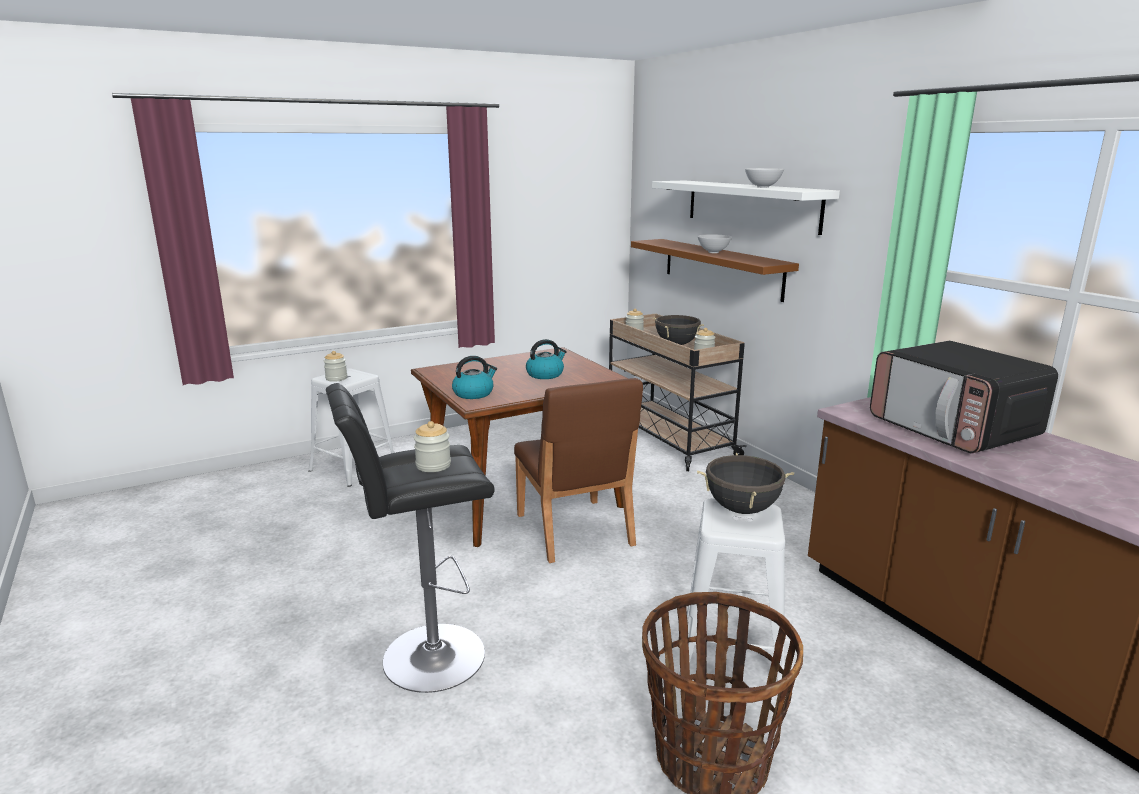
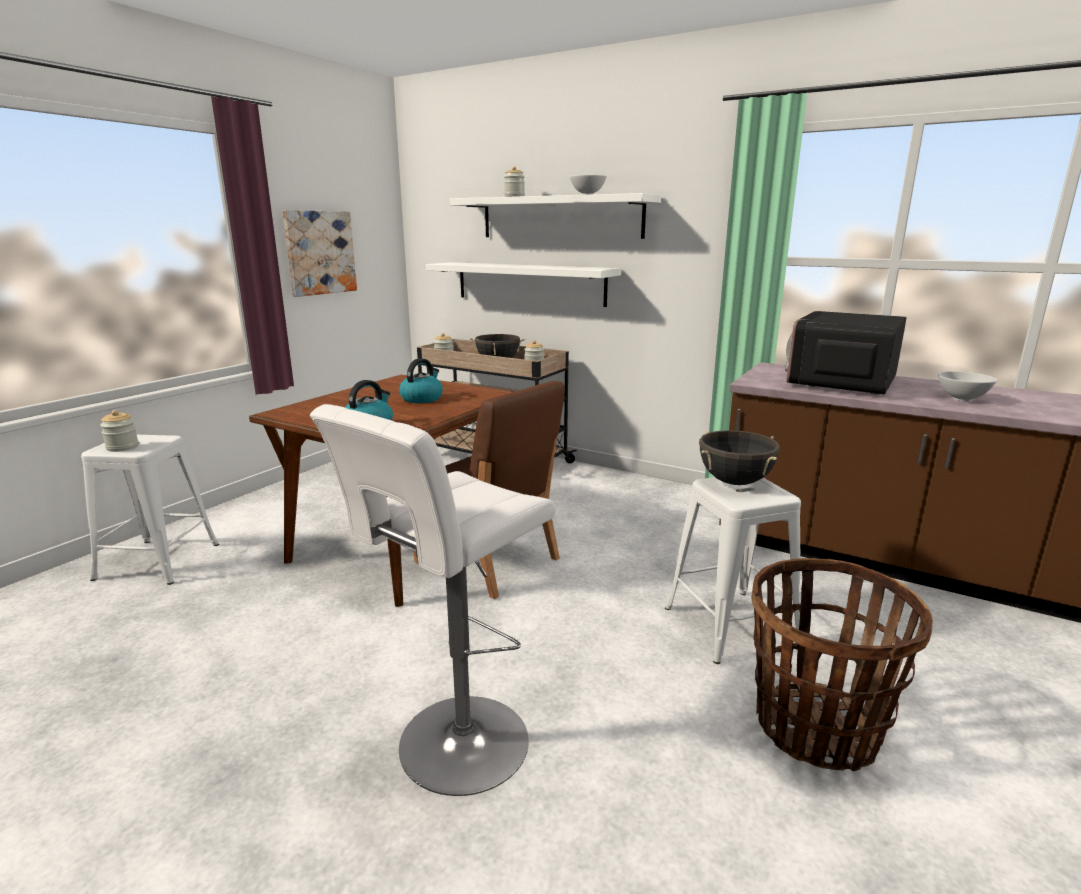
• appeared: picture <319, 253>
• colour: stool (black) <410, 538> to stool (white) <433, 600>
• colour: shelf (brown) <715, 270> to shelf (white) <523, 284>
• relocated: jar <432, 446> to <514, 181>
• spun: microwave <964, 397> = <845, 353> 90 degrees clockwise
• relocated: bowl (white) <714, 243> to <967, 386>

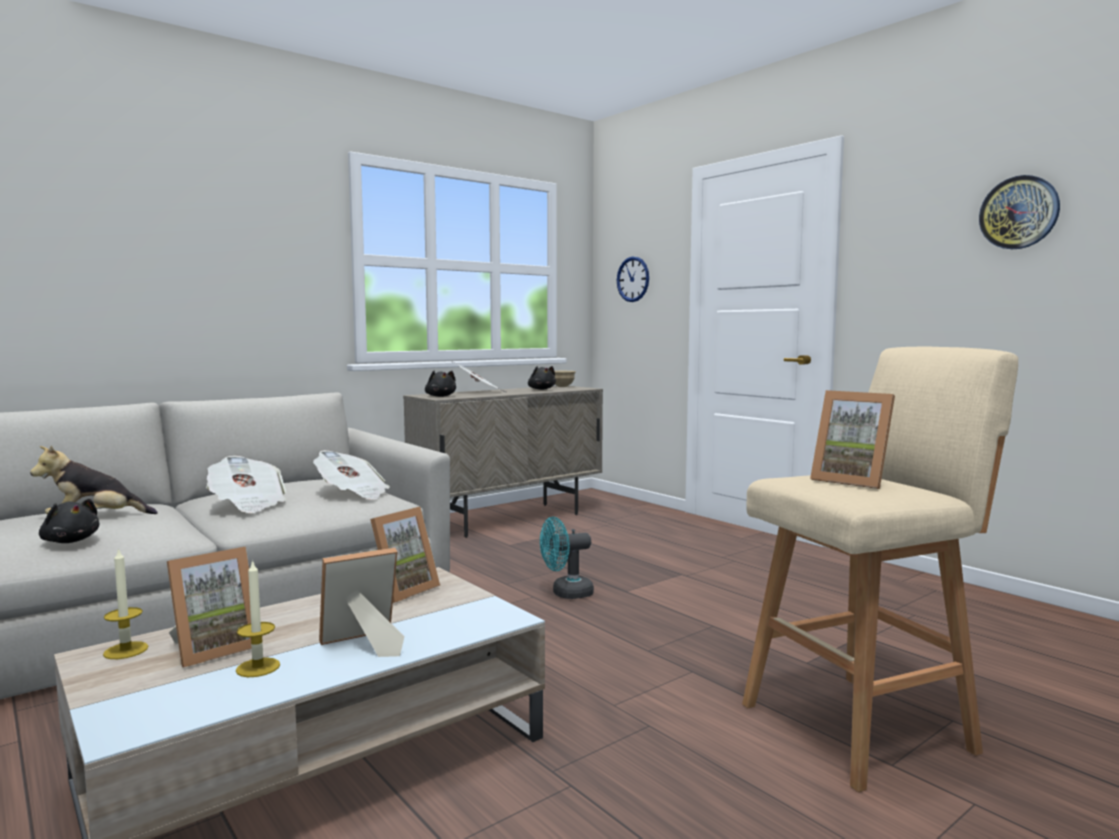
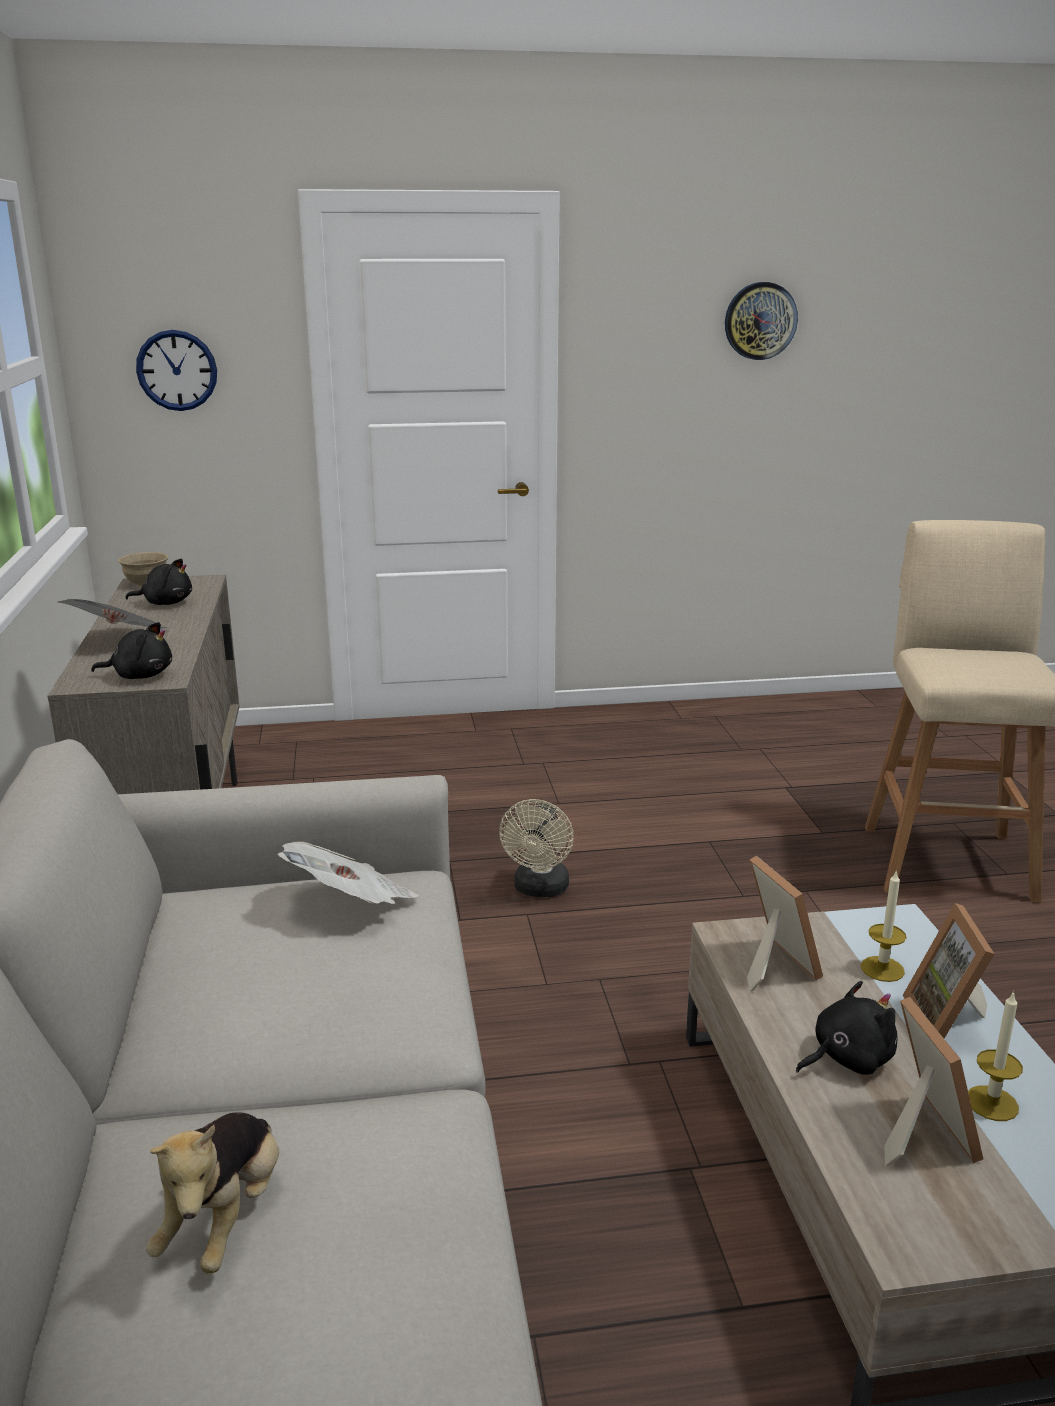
• colour: fan (turquoise) <567, 558> to fan (beige) <536, 848>
• relocated: plush toy (black) <69, 521> to <846, 1028>
• relocated: candle <126, 603> to <884, 926>
• missing: newspaper <246, 484>
• missing: picture frame <852, 439>

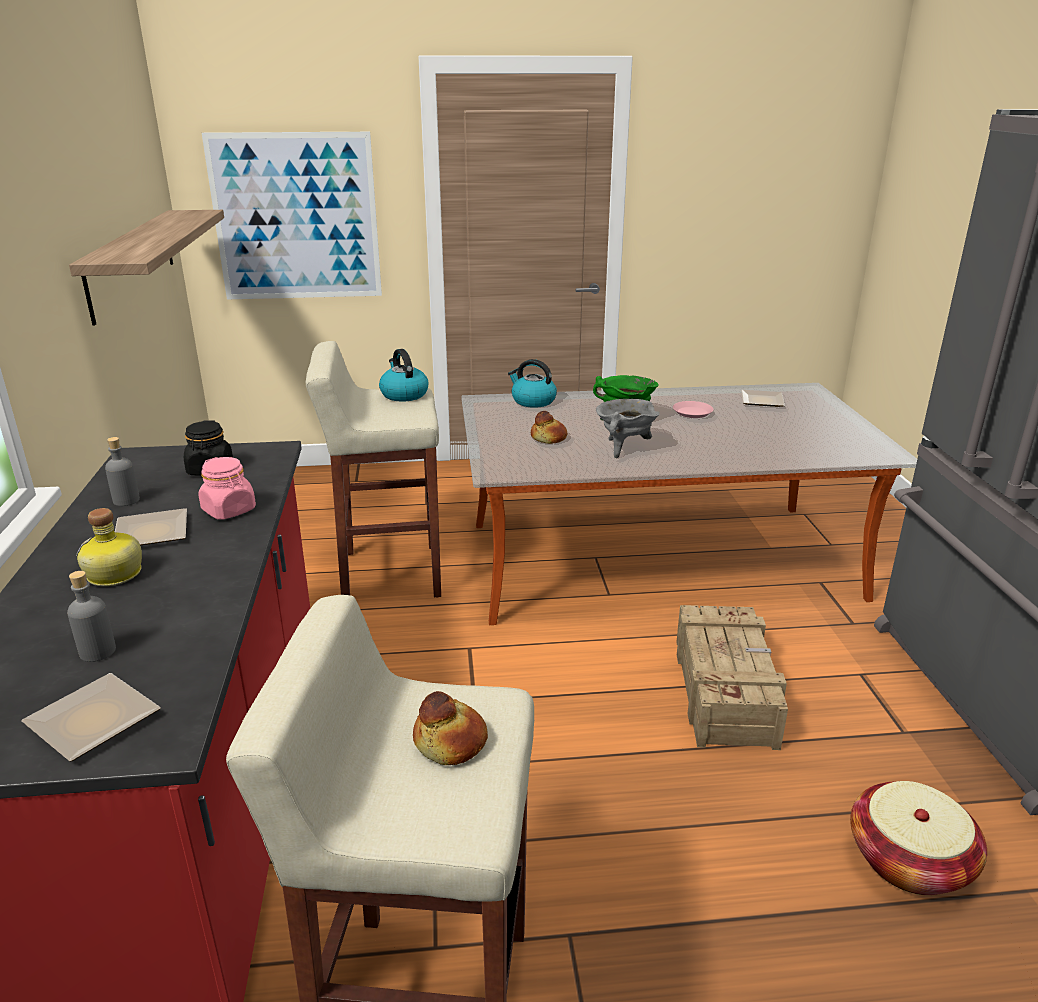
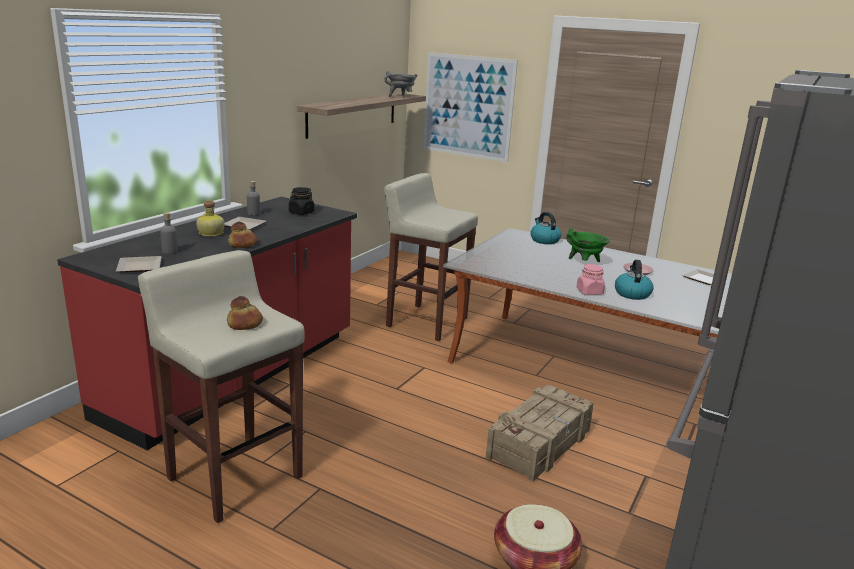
• relocated: bread <549, 427> to <242, 235>
• relocated: cooking pot (grey) <628, 428> to <401, 84>
• relocated: jar (pink) <227, 488> to <591, 279>
• relocated: kettle <403, 375> to <634, 280>

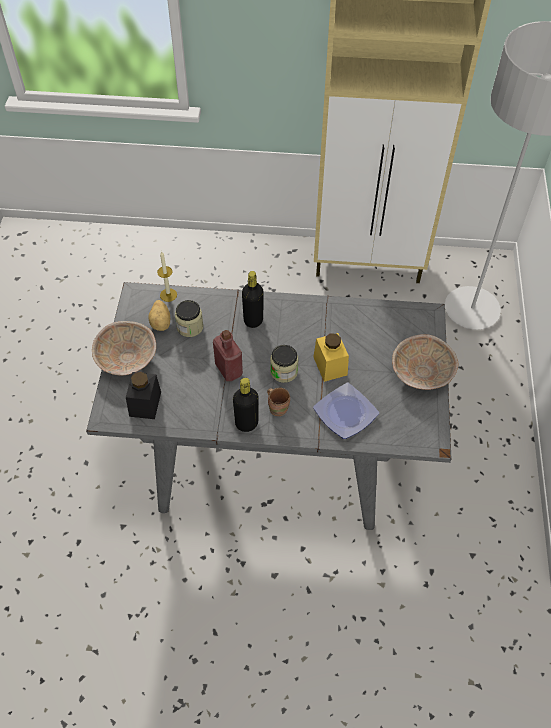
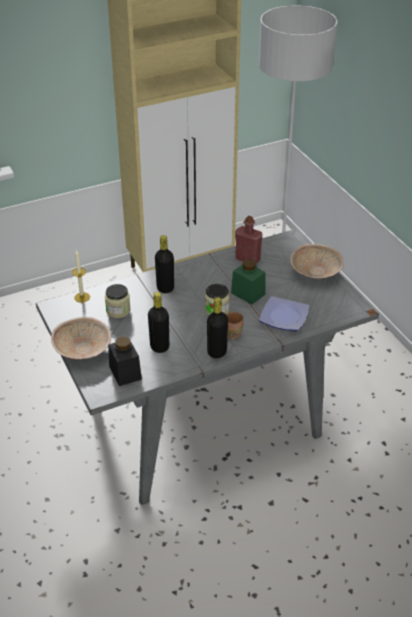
• appeared: bottle (black) <158, 322>
• colour: jar (yellow) <331, 357> to jar (green) <248, 282>
• relocated: bottle (red) <228, 355> to <249, 239>
• missing: potato <159, 315>

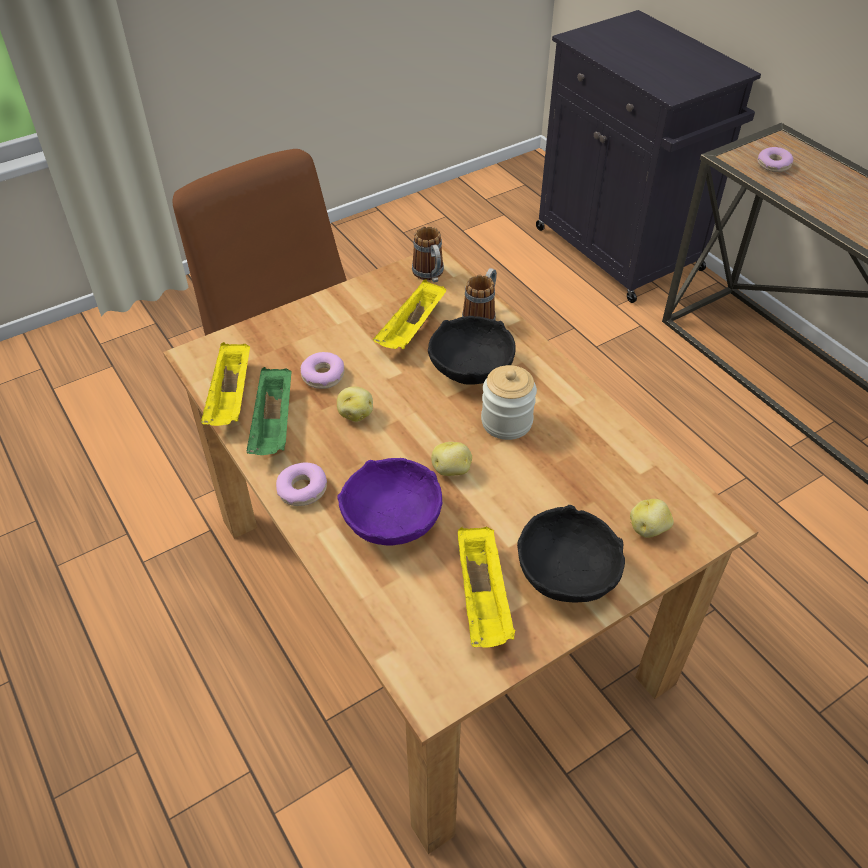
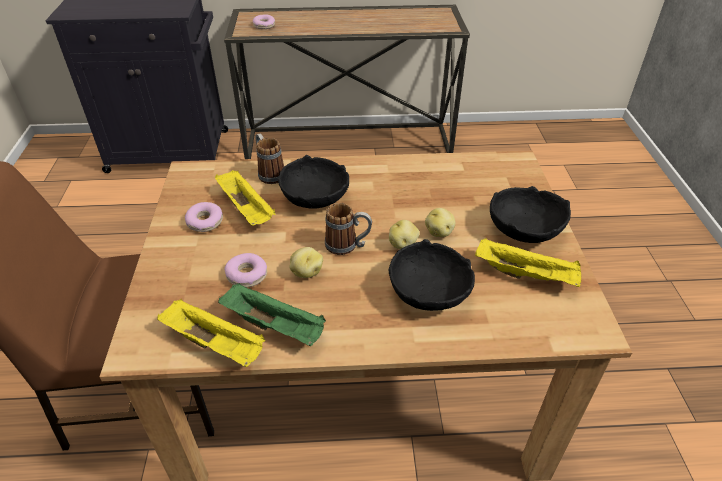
• relocated: donut <301, 484> to <204, 217>
• relocated: mug <428, 254> to <348, 229>
• colour: bowl (purple) <390, 501> to bowl (black) <432, 275>
• relocated: potato <652, 518> to <440, 222>
• missing: jar <509, 402>

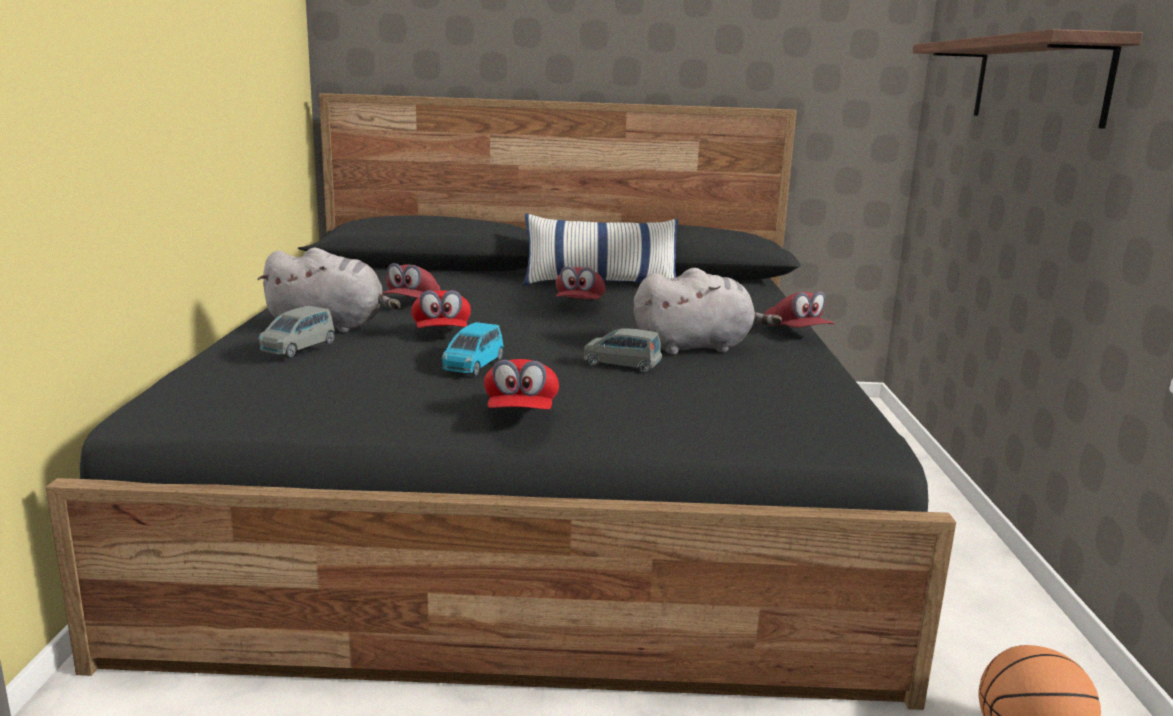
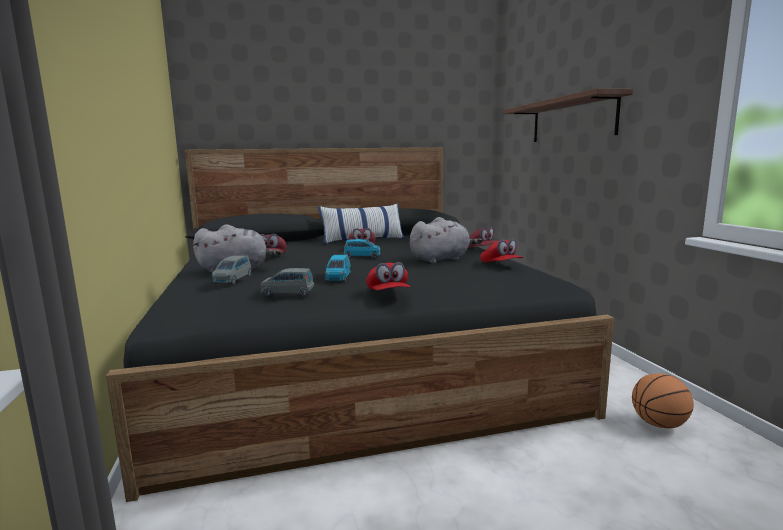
• relocated: toy car (grey) <623, 350> to <287, 282>
• appeared: toy car (blue) <362, 248>
• relocated: cap (red) <441, 309> to <501, 250>

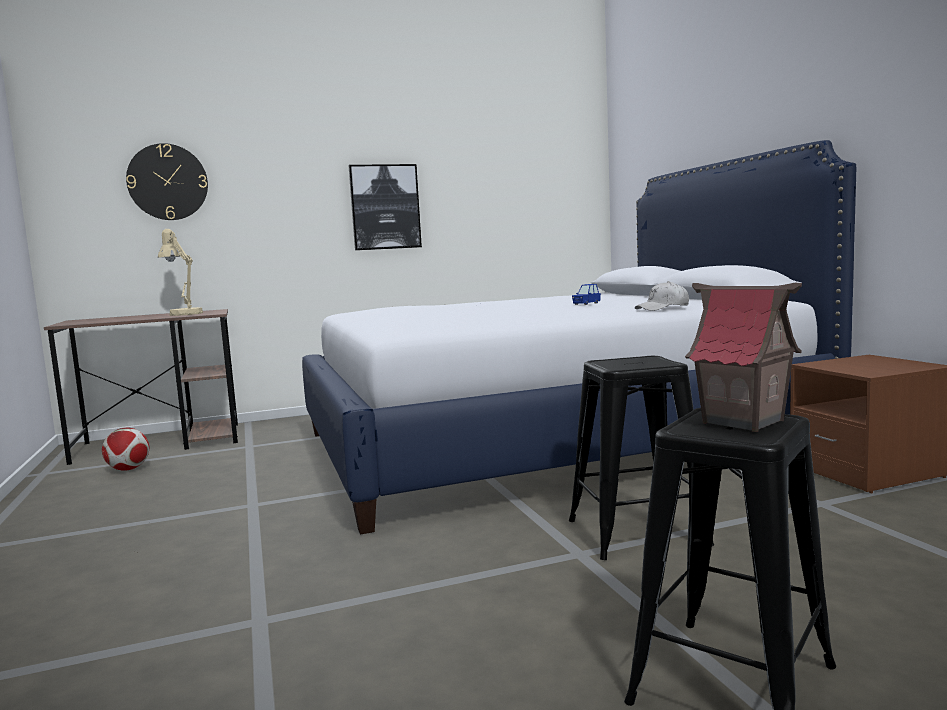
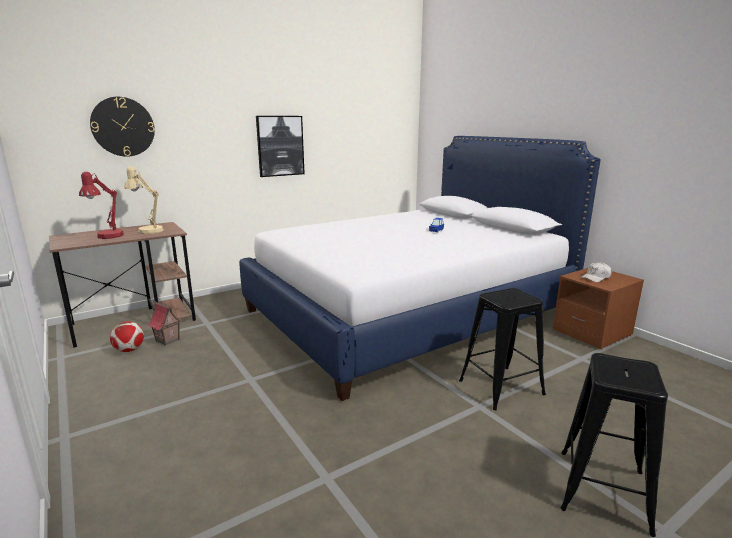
• appeared: table lamp (red) <101, 205>
• relocated: toy house <743, 357> to <165, 323>
• relocated: cap (white) <662, 296> to <596, 272>

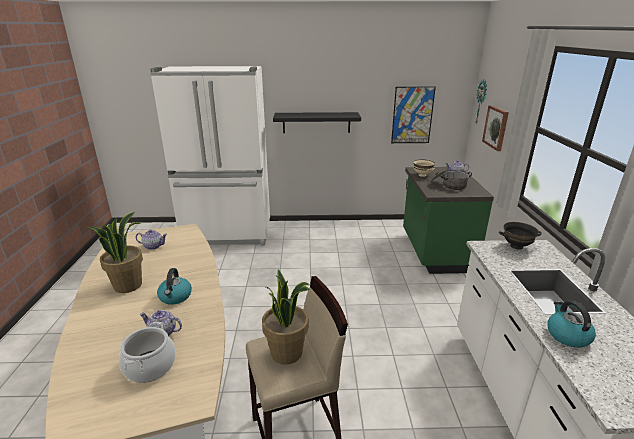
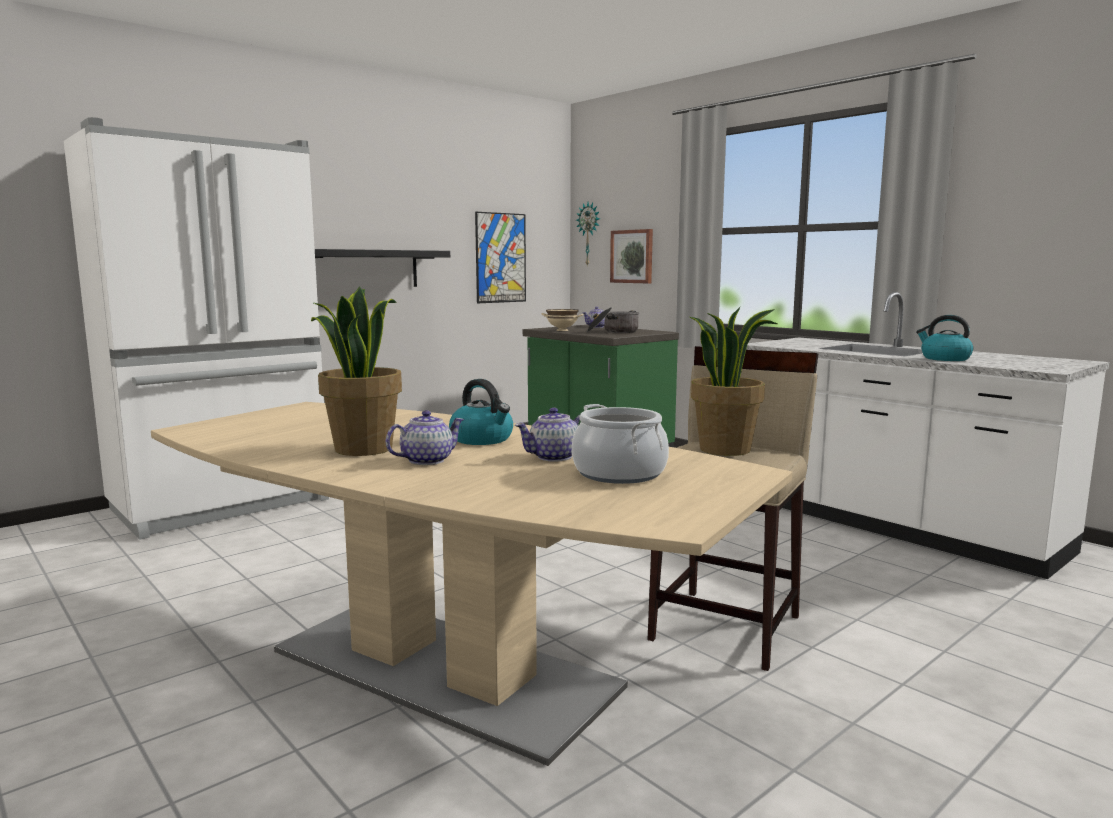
• relocated: teapot <151, 240> to <425, 437>
• missing: bowl (black) <520, 236>

